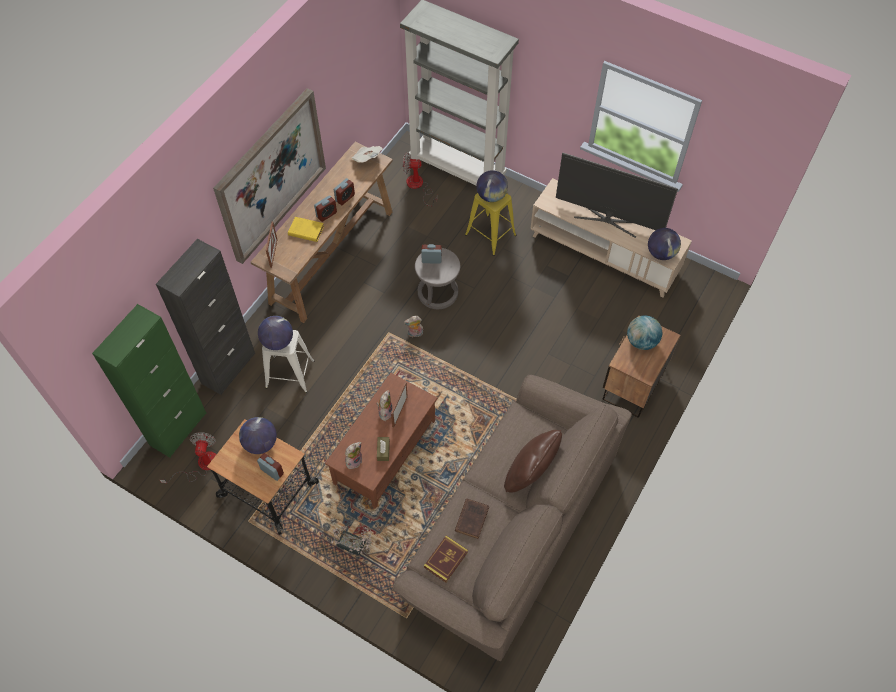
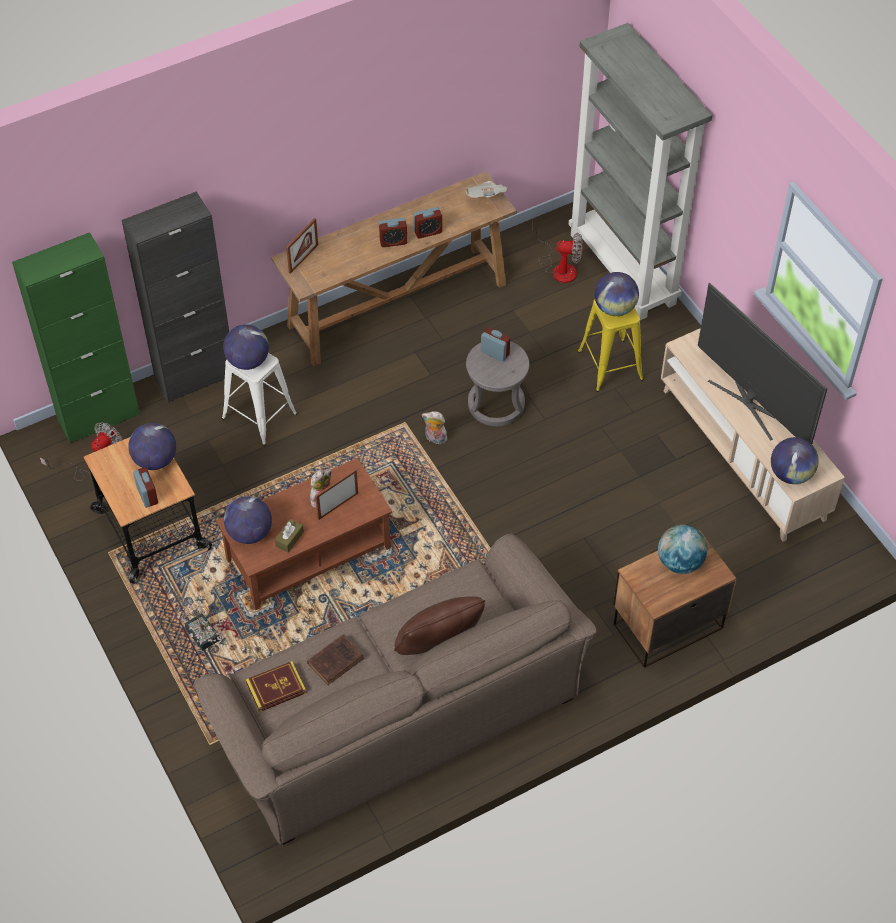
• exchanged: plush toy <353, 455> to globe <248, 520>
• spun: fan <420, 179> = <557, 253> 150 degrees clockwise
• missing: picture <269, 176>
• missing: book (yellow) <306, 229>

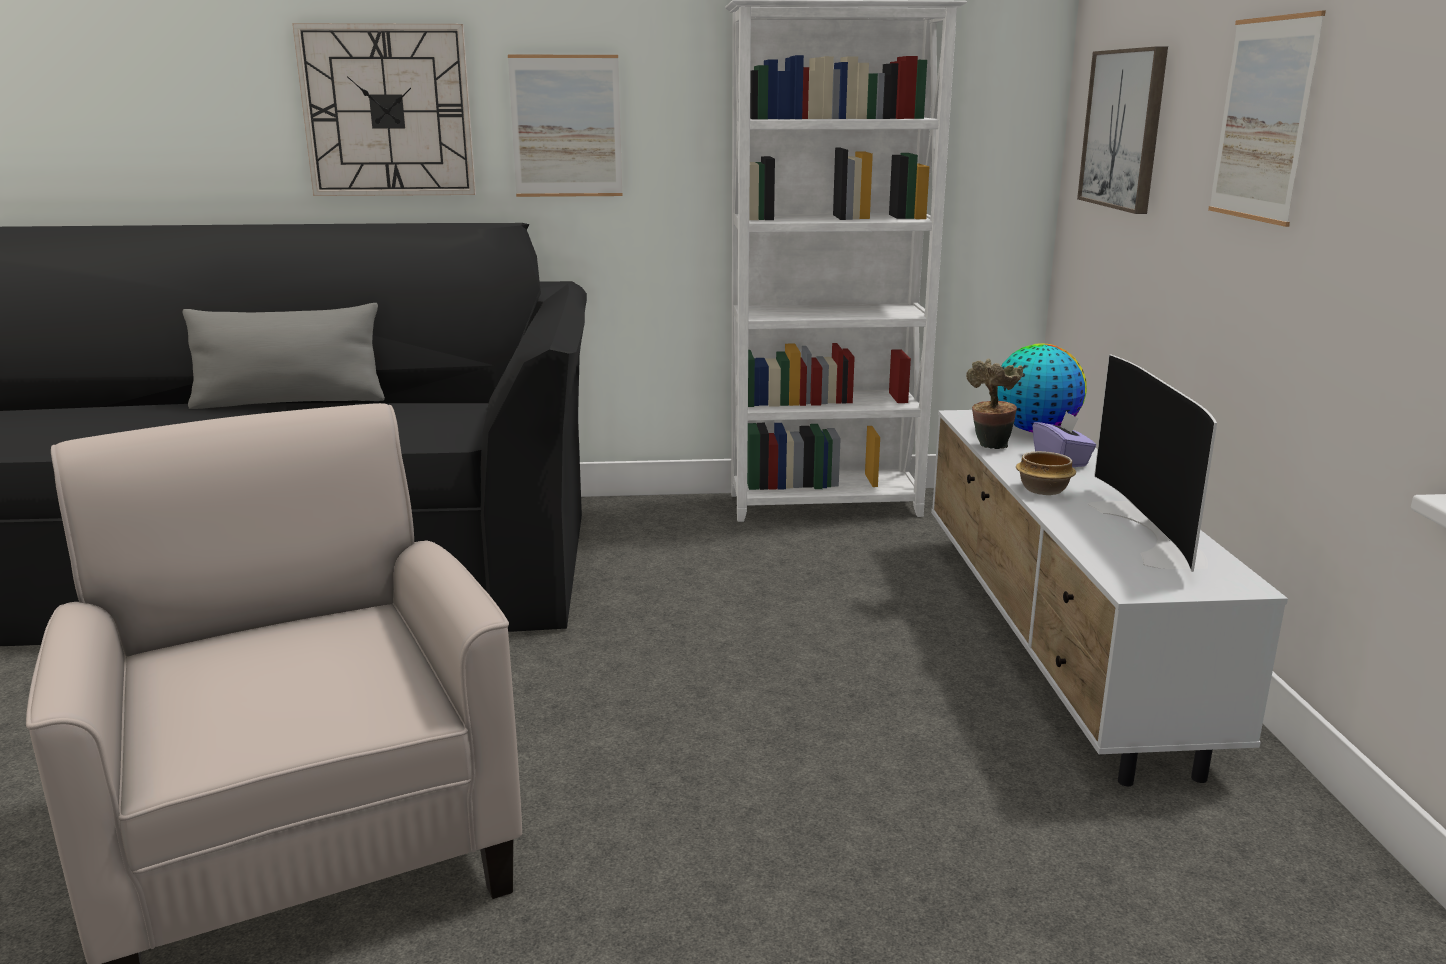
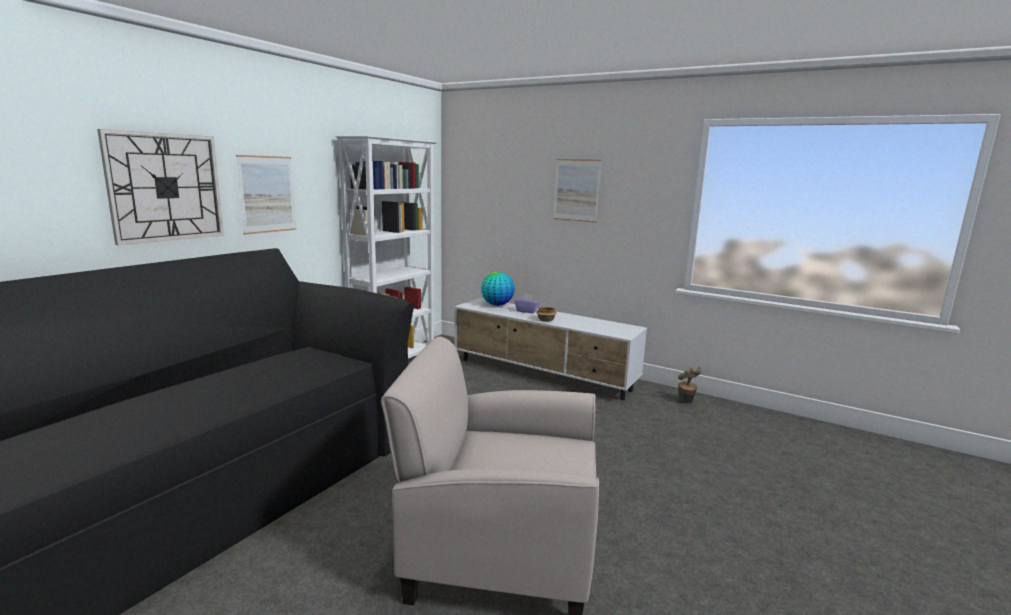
• relocated: potted plant <994, 403> to <689, 385>
• missing: pillow (grey) <283, 356>
• missing: picture <1122, 130>
• missing: television <1152, 463>

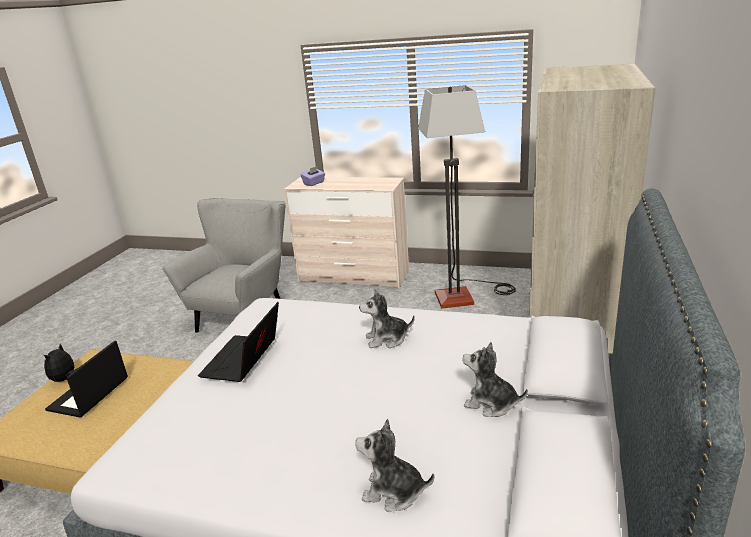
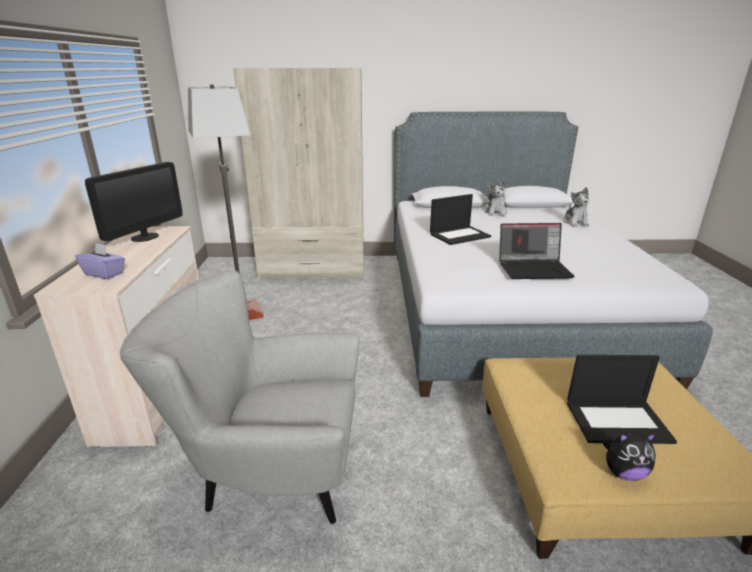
• appeared: monitor <134, 202>
• exchanged: plush toy <387, 319> to laptop <460, 219>

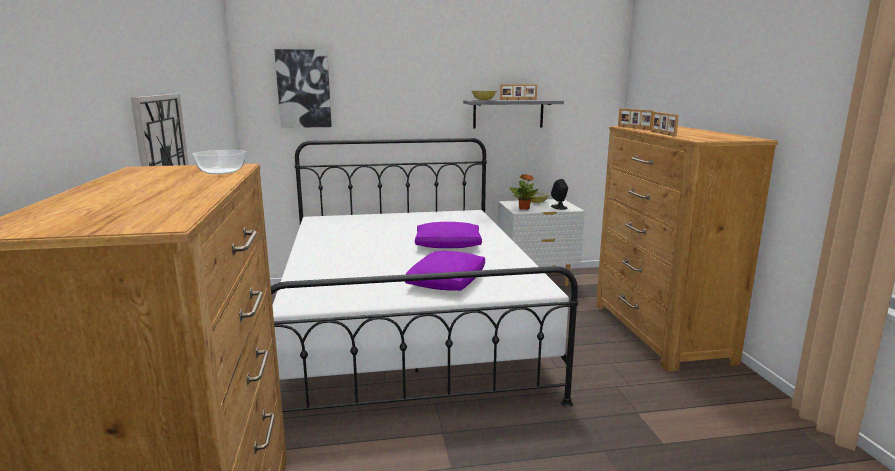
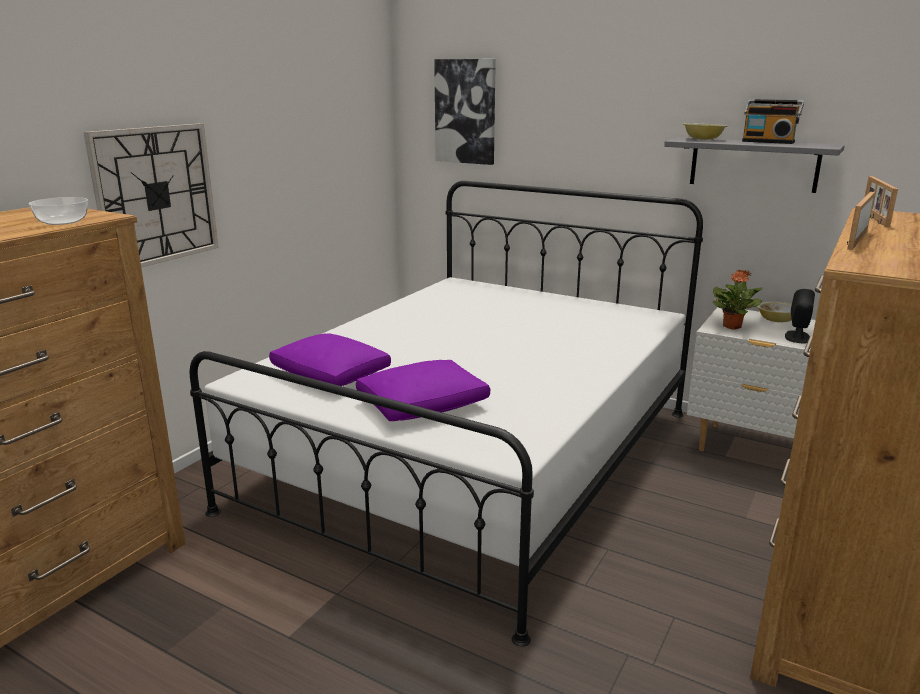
• relocated: pillow (purple) <448, 235> to <330, 359>
• exchanged: picture frame <518, 92> to radio <773, 121>

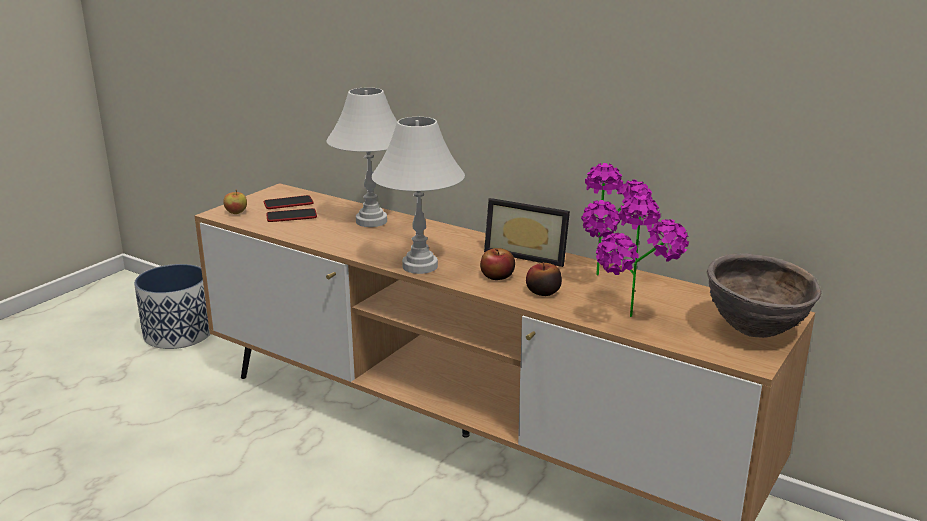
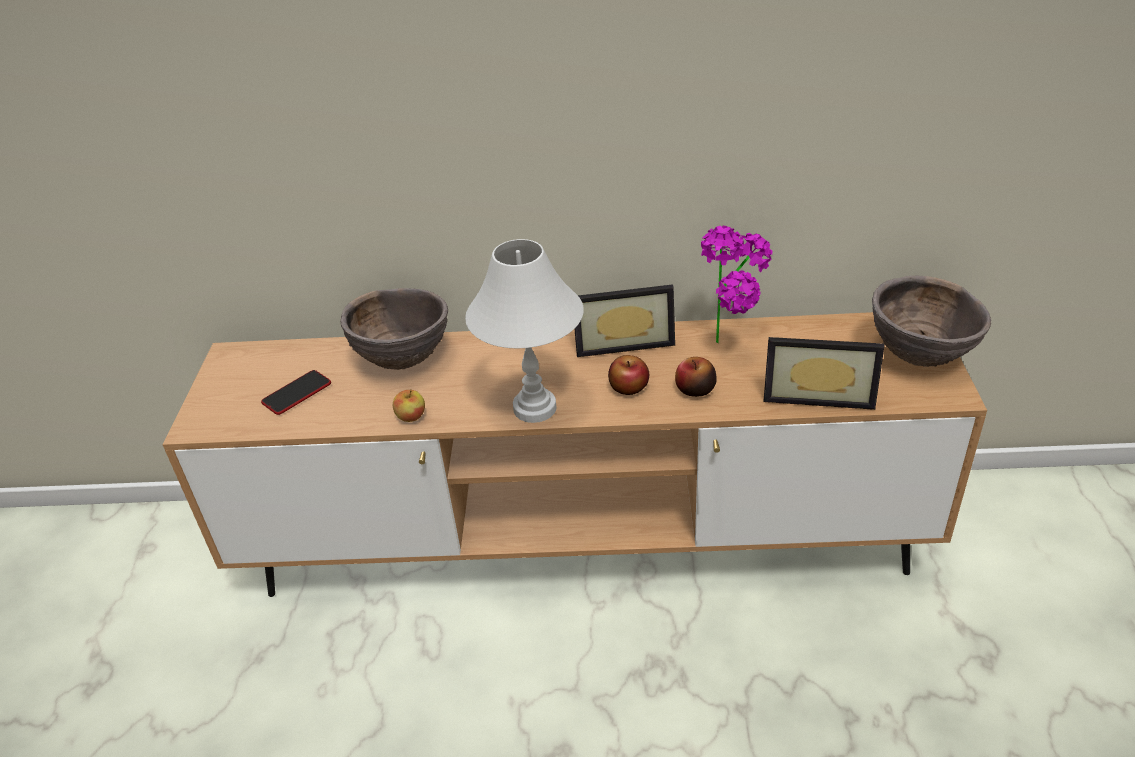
• exchanged: table lamp (white) <361, 157> to bowl (brown) <394, 329>
• relocated: apple <235, 201> to <409, 405>
• exchanged: potted plant <642, 256> to picture frame <824, 373>
• missing: planter <172, 306>
• missing: phone <289, 202>

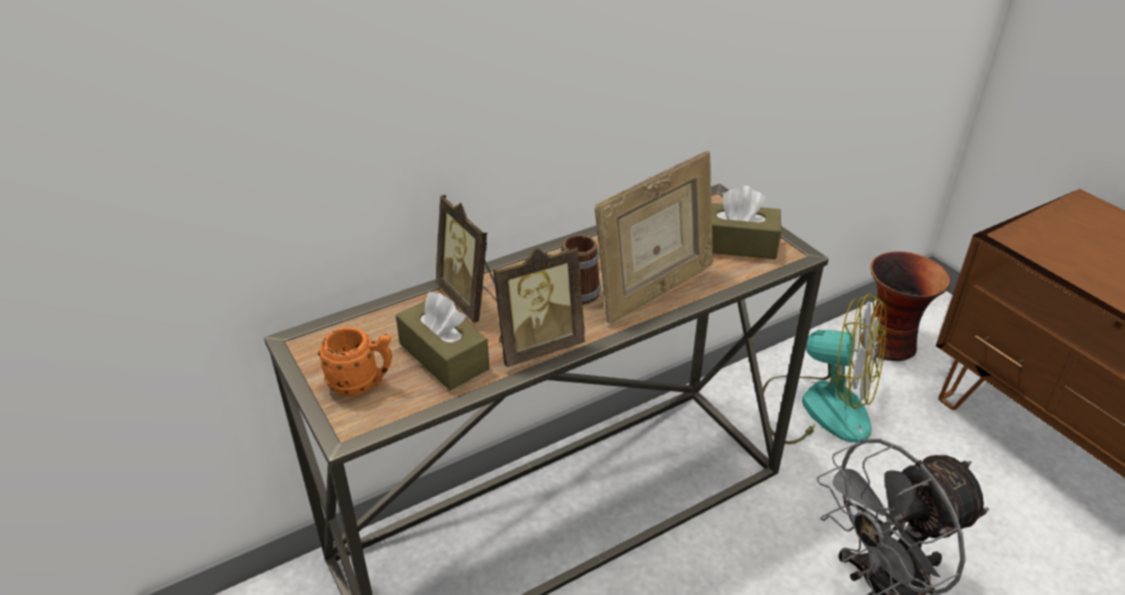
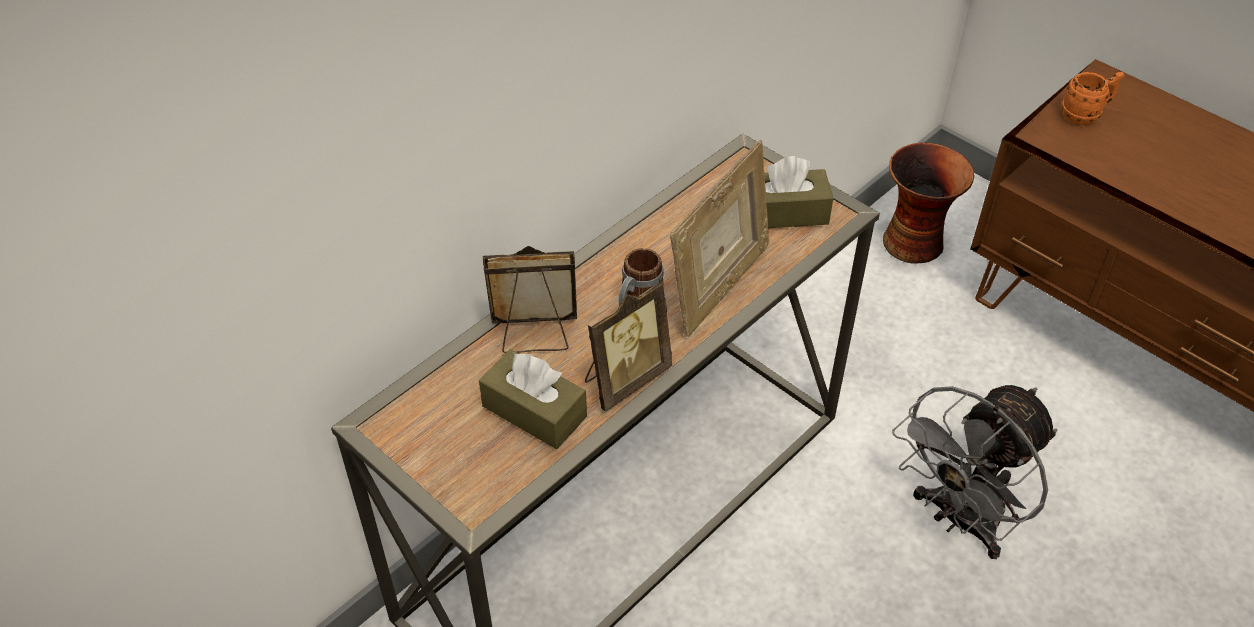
• spun: picture frame <466, 259> = <530, 299> 135 degrees clockwise
• relocated: mug (orange) <355, 362> to <1092, 98>
• missing: fan <824, 369>

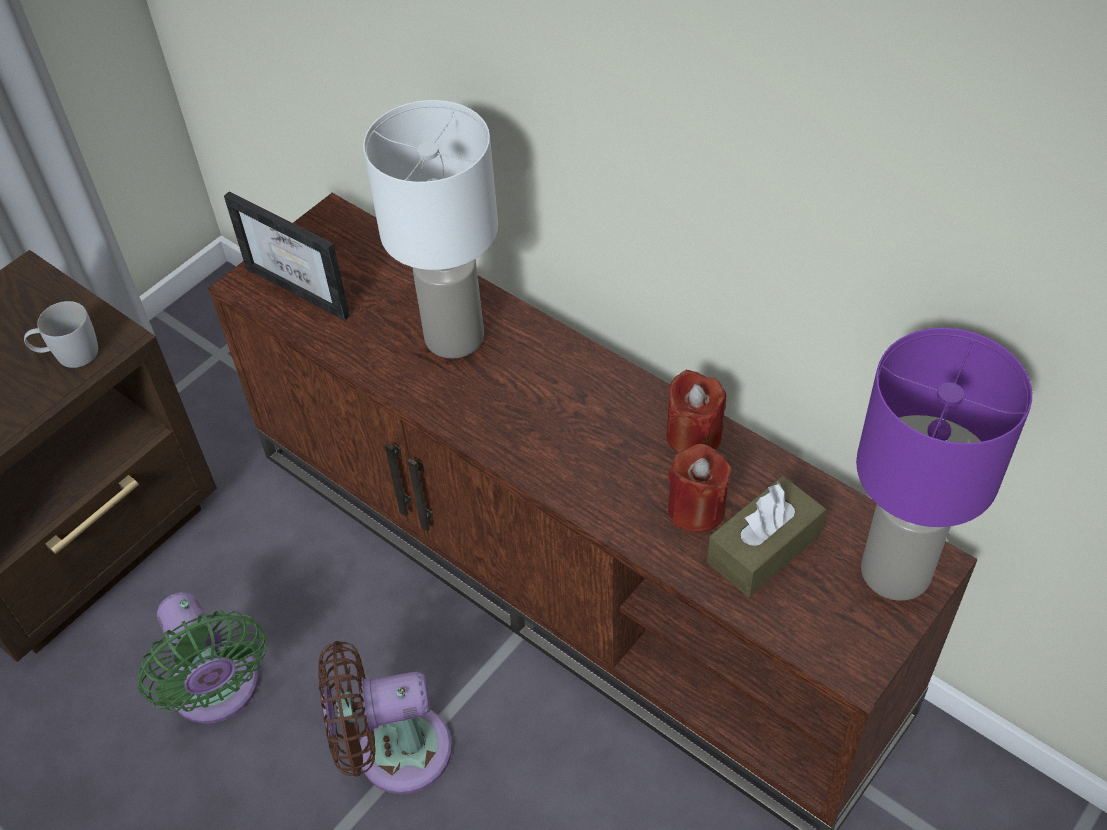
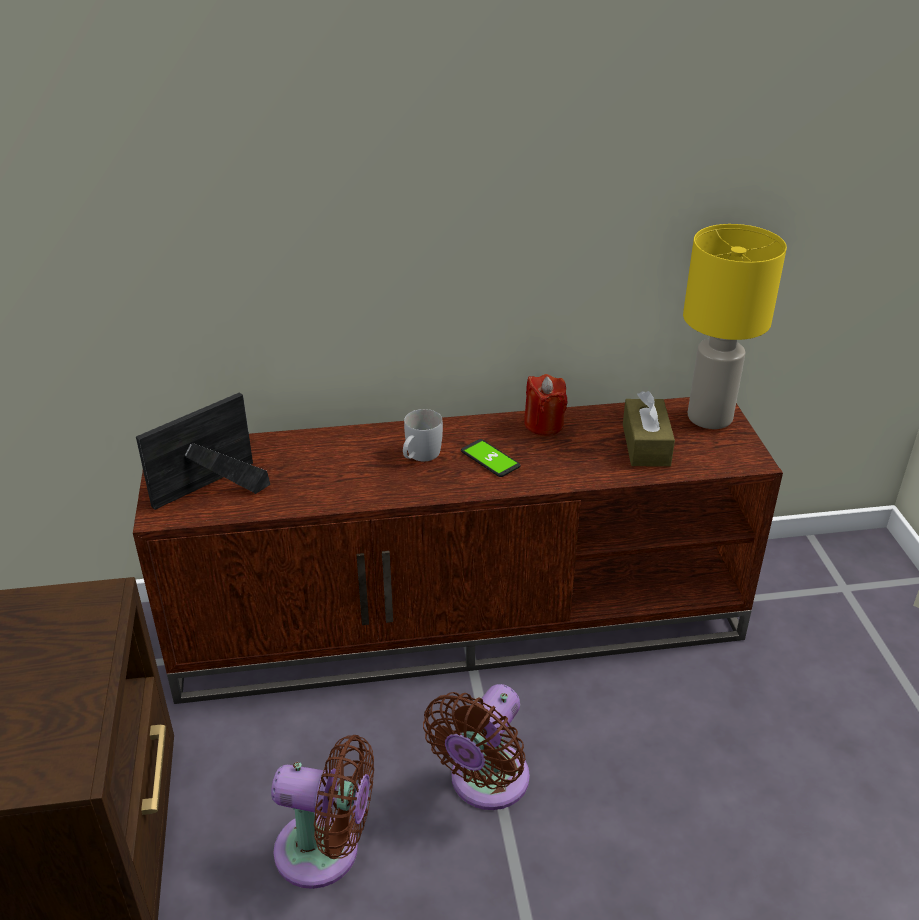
• spun: picture frame <287, 256> = <203, 451> 150 degrees clockwise
• colour: fan (green) <201, 657> to fan (brown) <322, 812>
• relocated: mug (white) <61, 334> to <423, 435>
• appeared: phone <491, 458>
• colour: table lamp (purple) <944, 464> to table lamp (yellow) <735, 326>
• missing: table lamp (white) <430, 229>
• missing: candle (red) <700, 488>

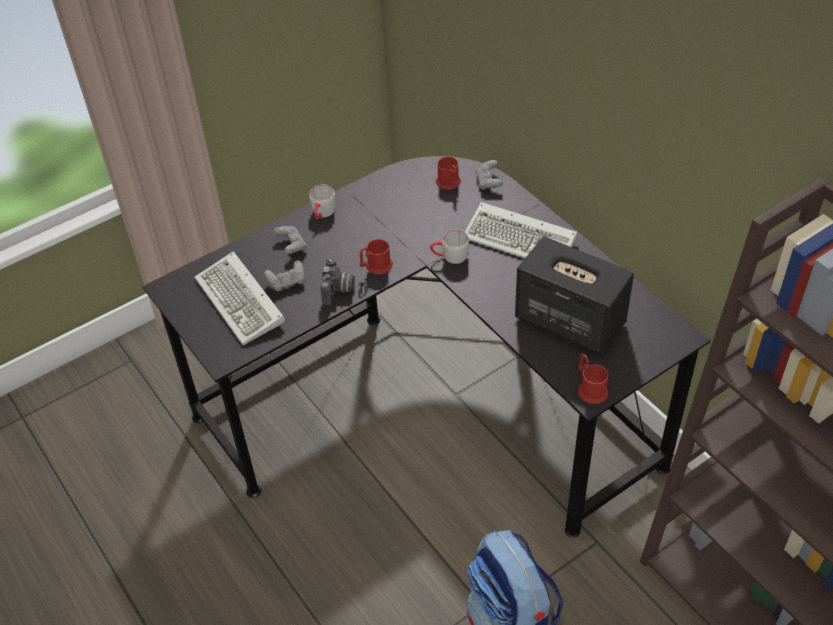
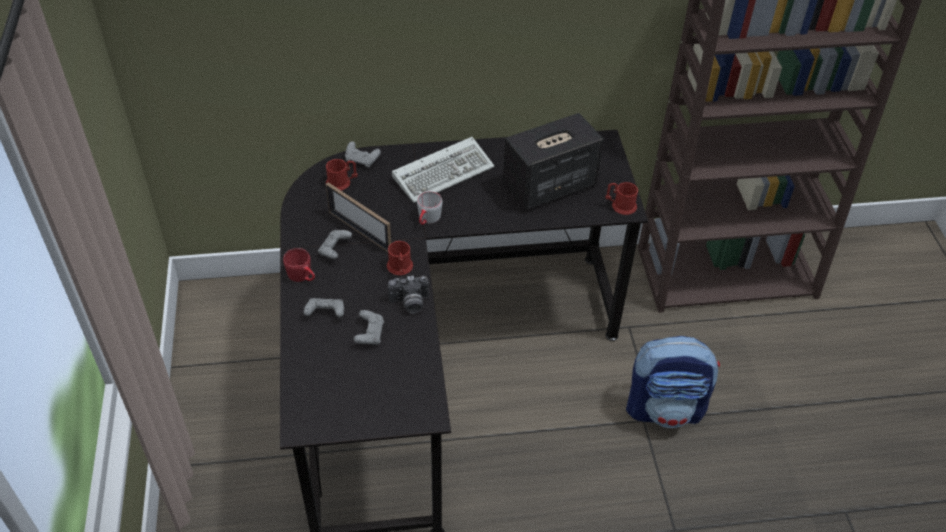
• colour: mug (grey) <322, 202> to mug (red) <299, 265>
• appeared: game controller (grey) <335, 244>
• appeared: picture frame <358, 217>
• spun: photo camera <337, 281> = <408, 295> 135 degrees clockwise
• missing: keyboard <239, 298>

